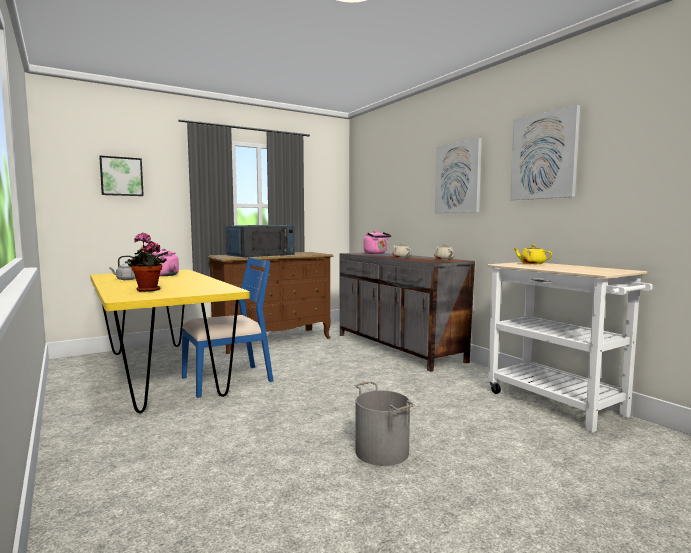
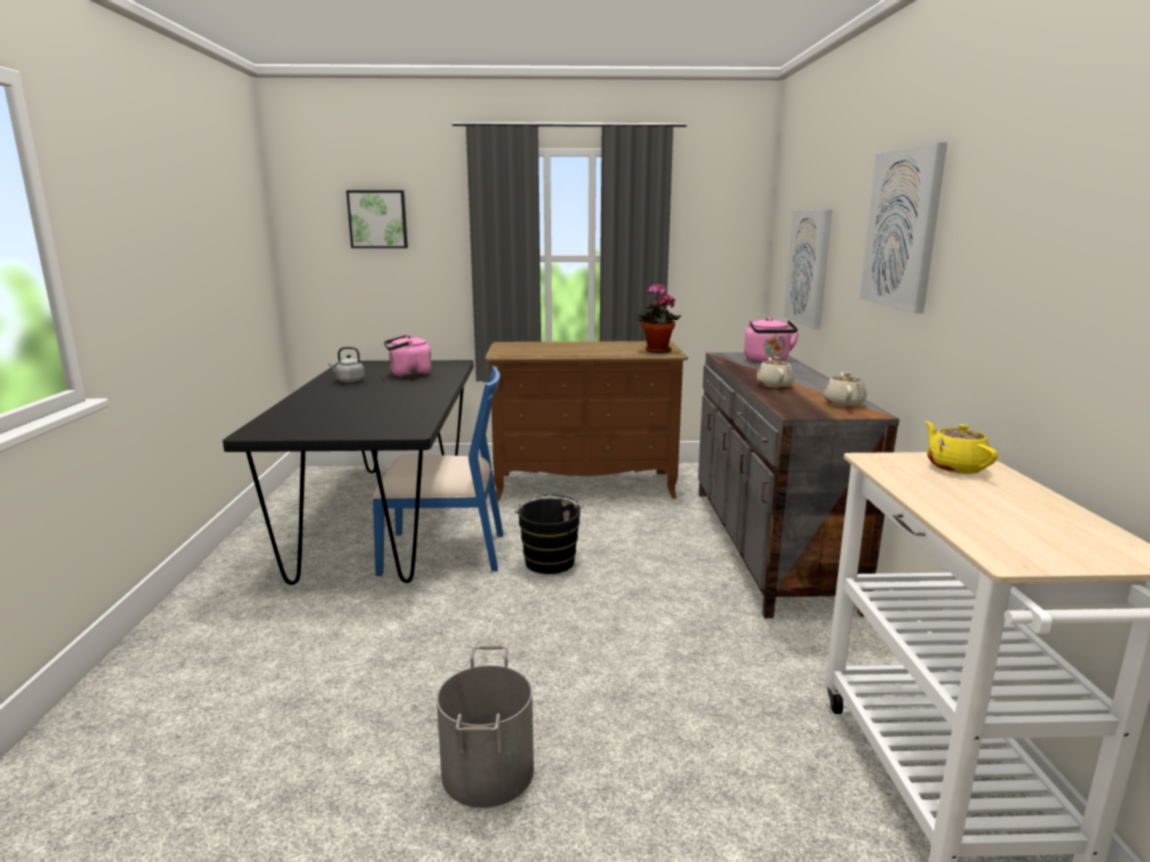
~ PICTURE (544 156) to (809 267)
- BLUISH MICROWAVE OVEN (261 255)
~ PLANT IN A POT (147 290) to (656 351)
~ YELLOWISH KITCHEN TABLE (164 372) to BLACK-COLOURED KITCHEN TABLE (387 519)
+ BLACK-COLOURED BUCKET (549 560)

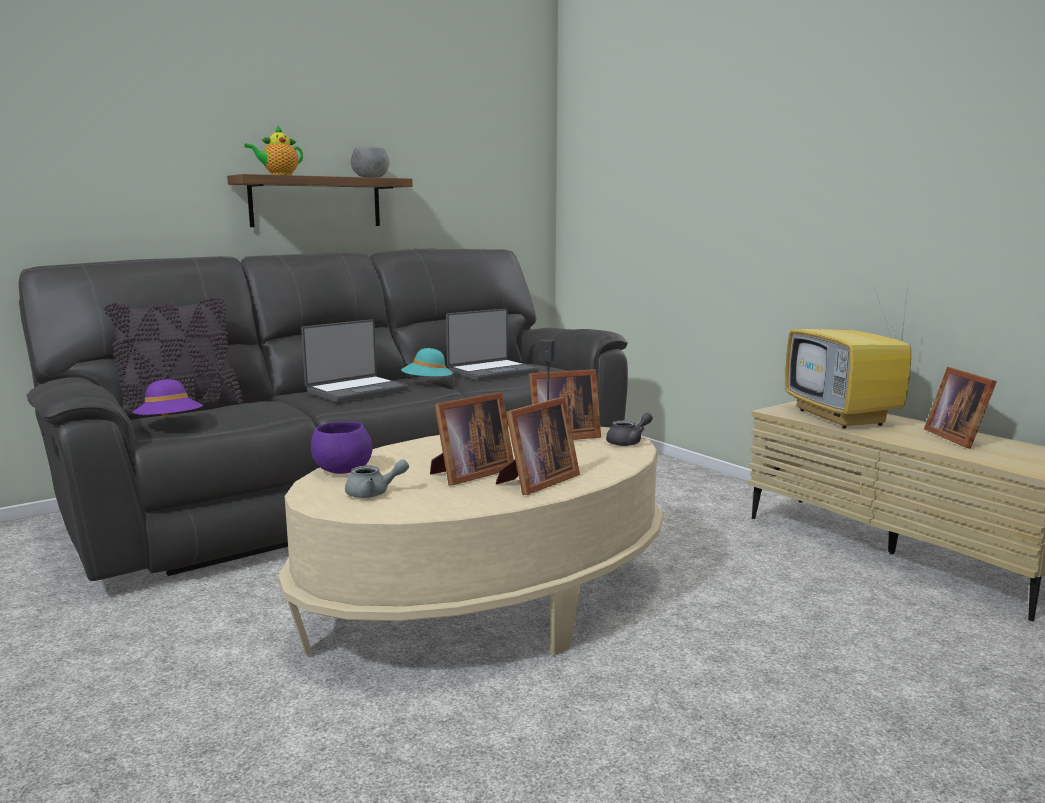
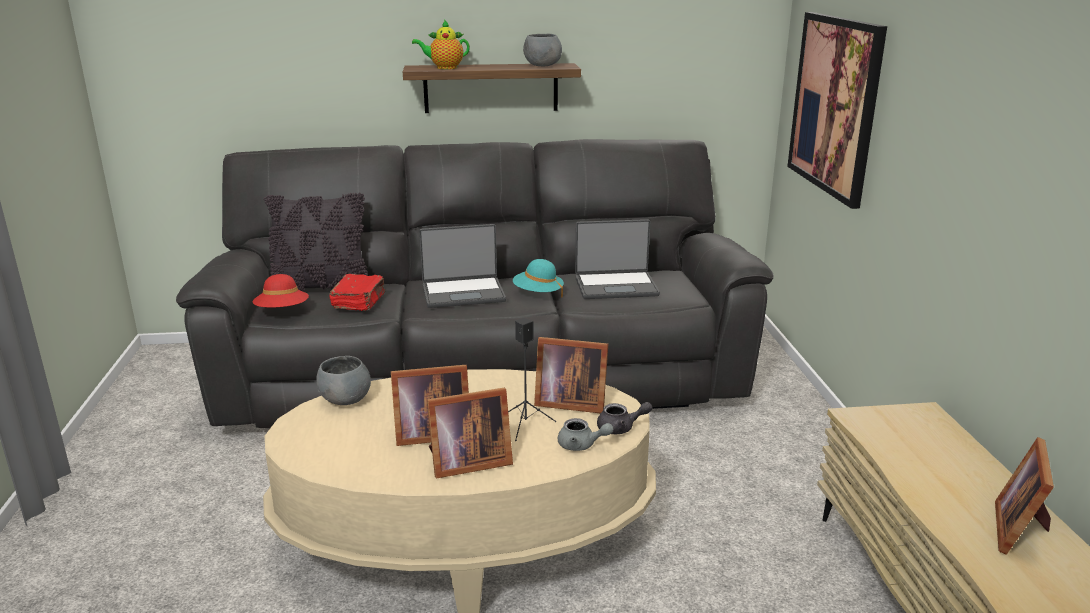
- TV (843 418)
~ PURPLISH HAT (170 424) to REDDISH HAT (282 311)
~ PURPLISH BOWL (342 470) to GRAY BOWL (346 399)
~ GRAY TEAPOT (373 493) to (581 445)
+ PICTURE (835 105)
+ REDDISH BOOK (359 302)

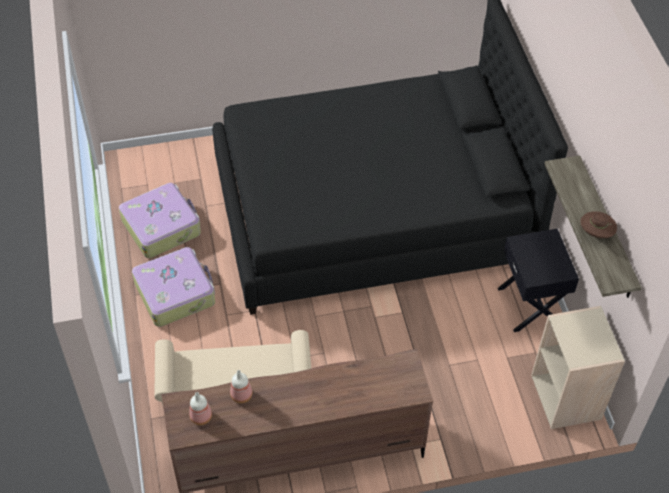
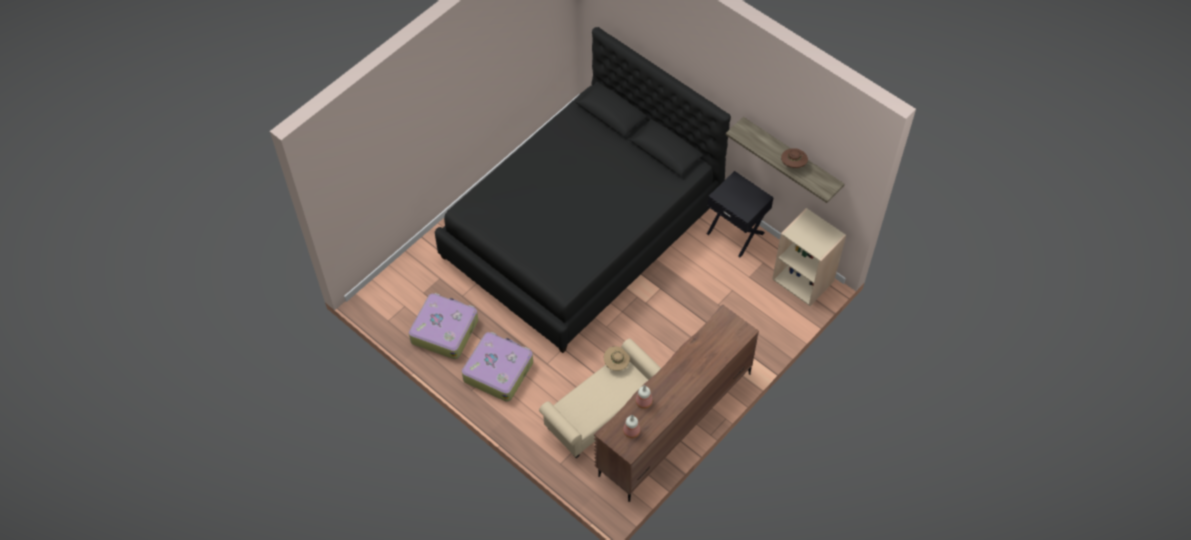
+ BEIGE-COLOURED HAT (616 363)

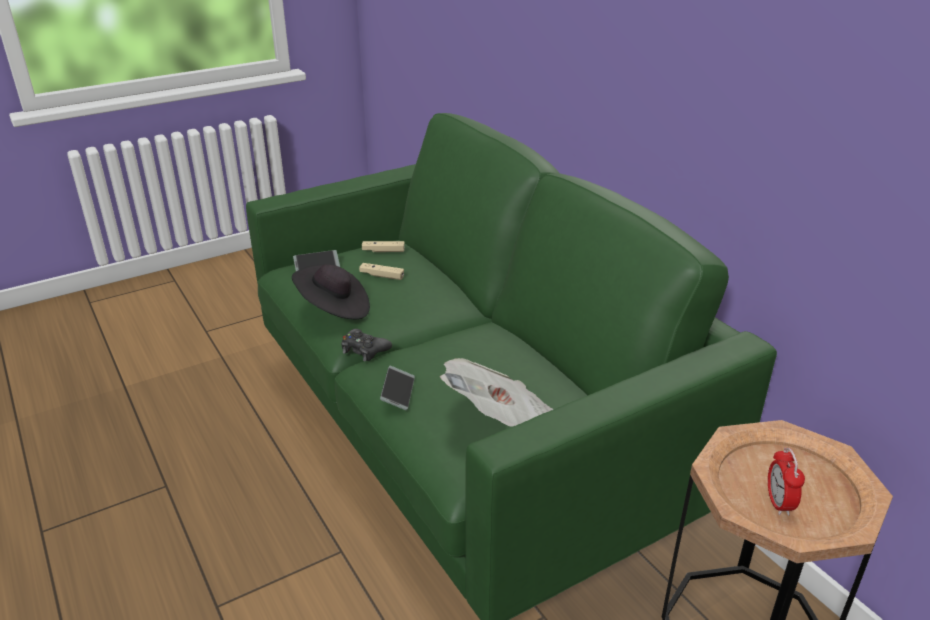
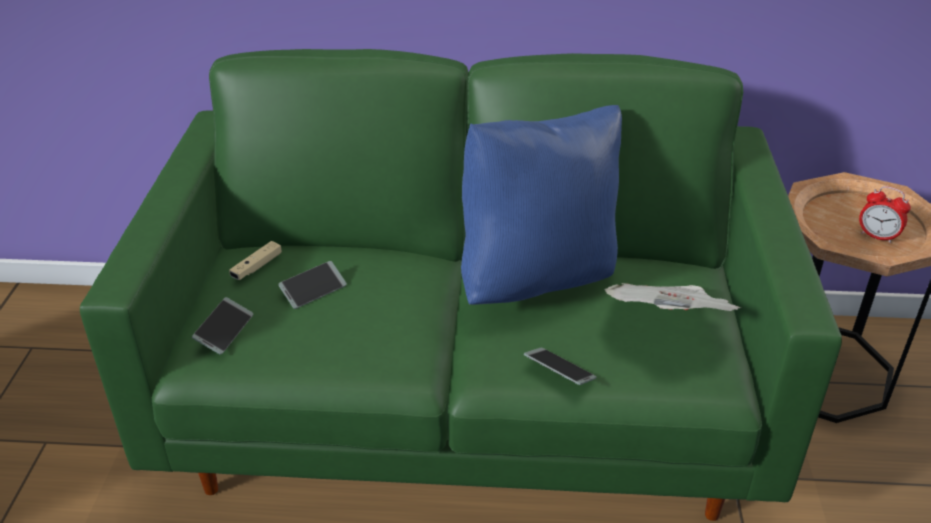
~ BEIGE-COLOURED GAME CONTROLLER (382 276) to PHONE (313 290)
- BLACK-COLOURED HAT (334 309)
- BLACK-COLOURED GAME CONTROLLER (364 350)
+ BLUISH THROW PILLOW (538 279)

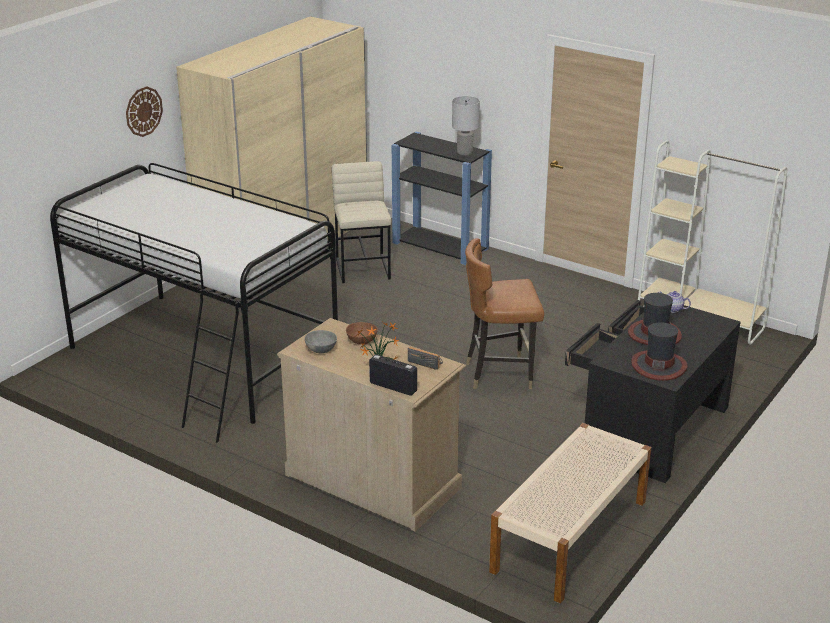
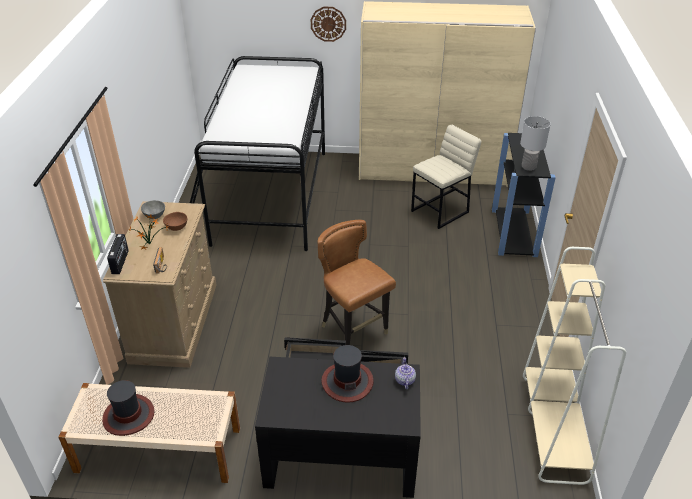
~ HAT (659 365) to (129 415)

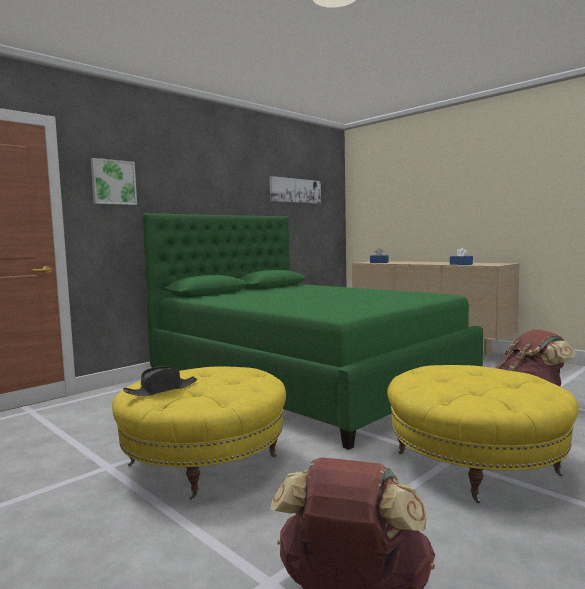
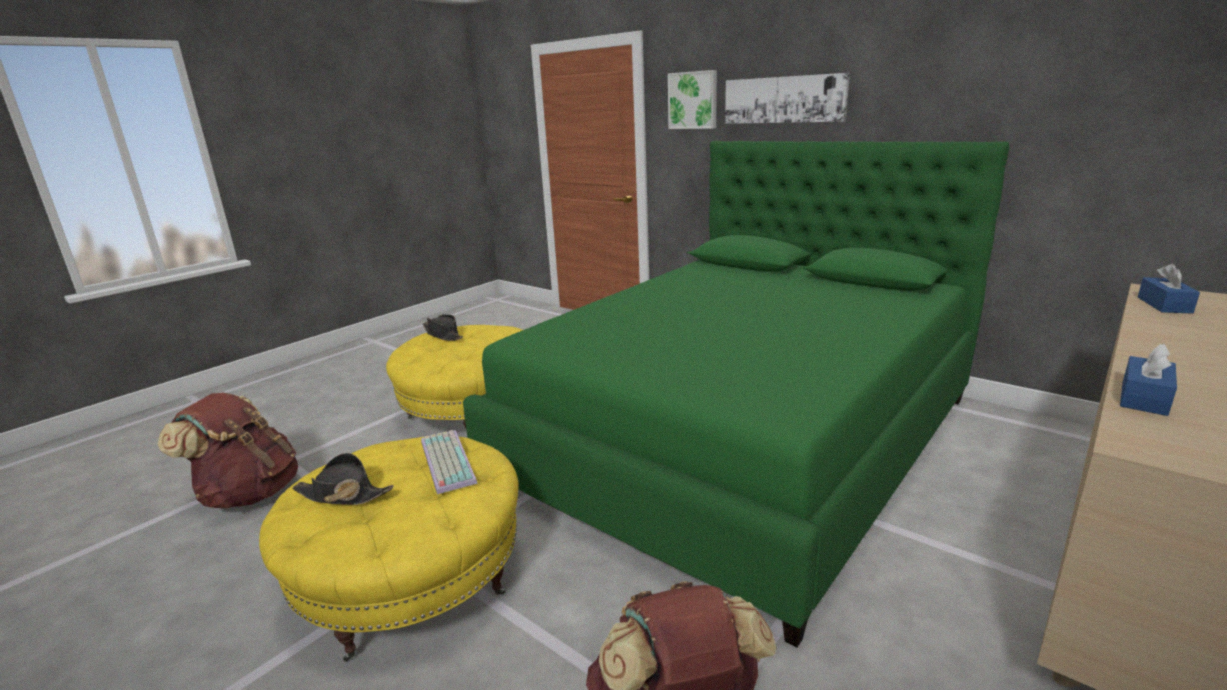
~ PICTURE (295 190) to (784 99)
+ PC KEYBOARD (445 461)
+ BLACK-COLOURED HAT (343 495)

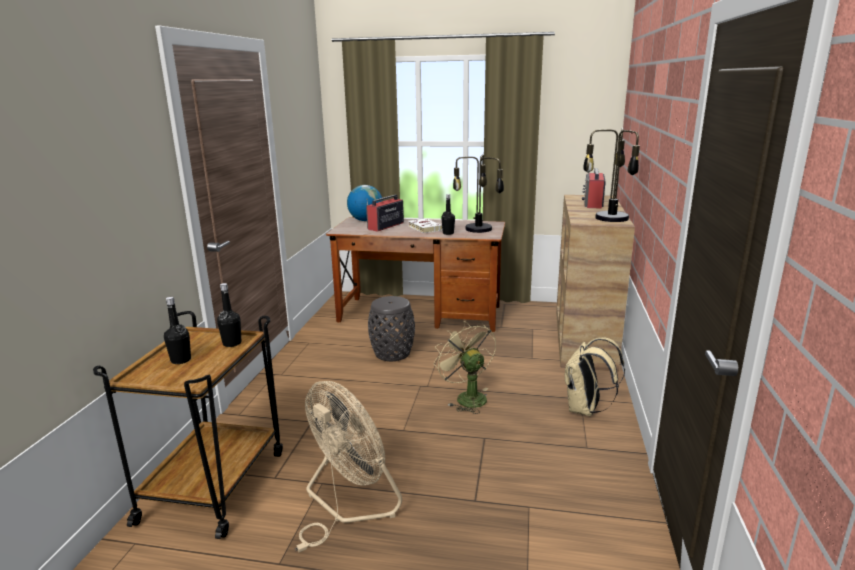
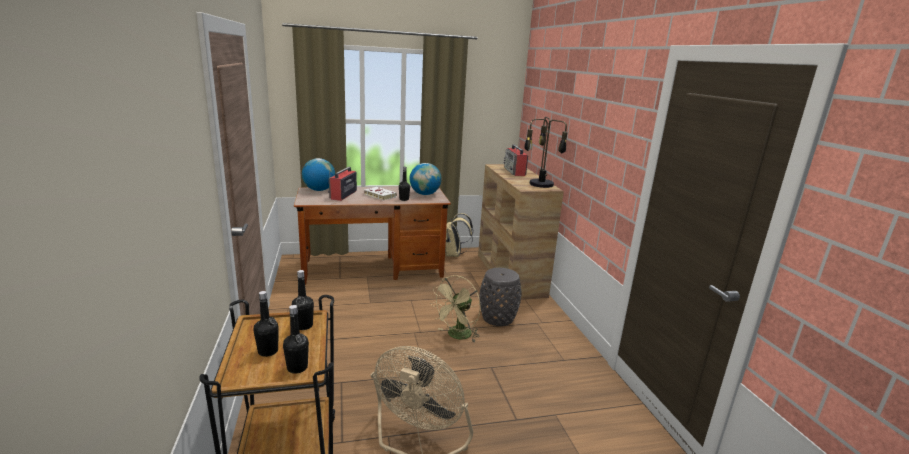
~ TABLE LAMP (479 229) to WORLD GLOBE (425 194)
~ GRAY SITTING STOOL (392 353) to (497 318)
~ BEIGE-COLOURED ELECTRIC FAN (466 397) = (457 336) 90 degrees counterclockwise
~ BEIGE-COLOURED KNAPSACK (585 409) to (454 254)
+ BLACK-COLOURED DRINK BOTTLE (297 368)

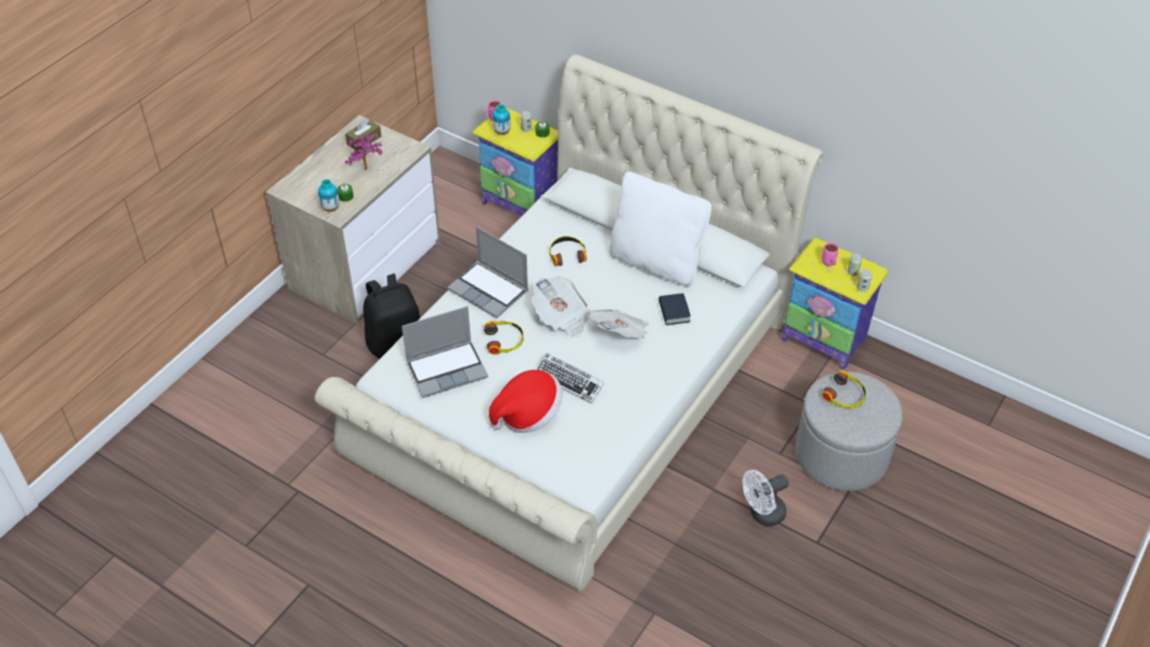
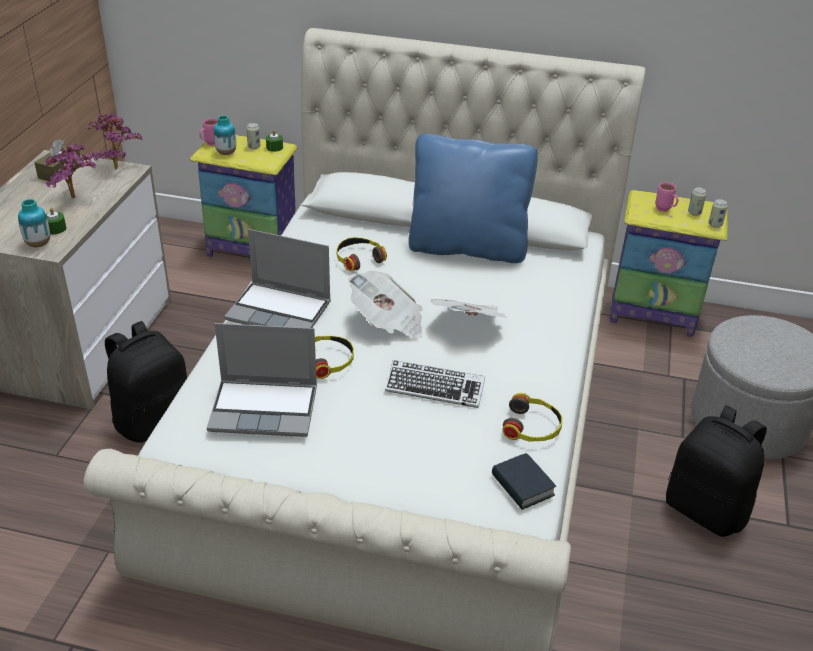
~ WHITISH THROW PILLOW (656 262) to BLUISH THROW PILLOW (467 247)
~ BOOK (674 312) to (522 486)
~ LAPTOP (447 369) = (265 408) 45 degrees clockwise
- HAT (528 414)
~ HEADSET (845 396) to (532 427)
~ WHITISH ELECTRIC FAN (762 514) to BLACK-COLOURED KNAPSACK (707 510)
+ PLANT IN A POT (116 167)

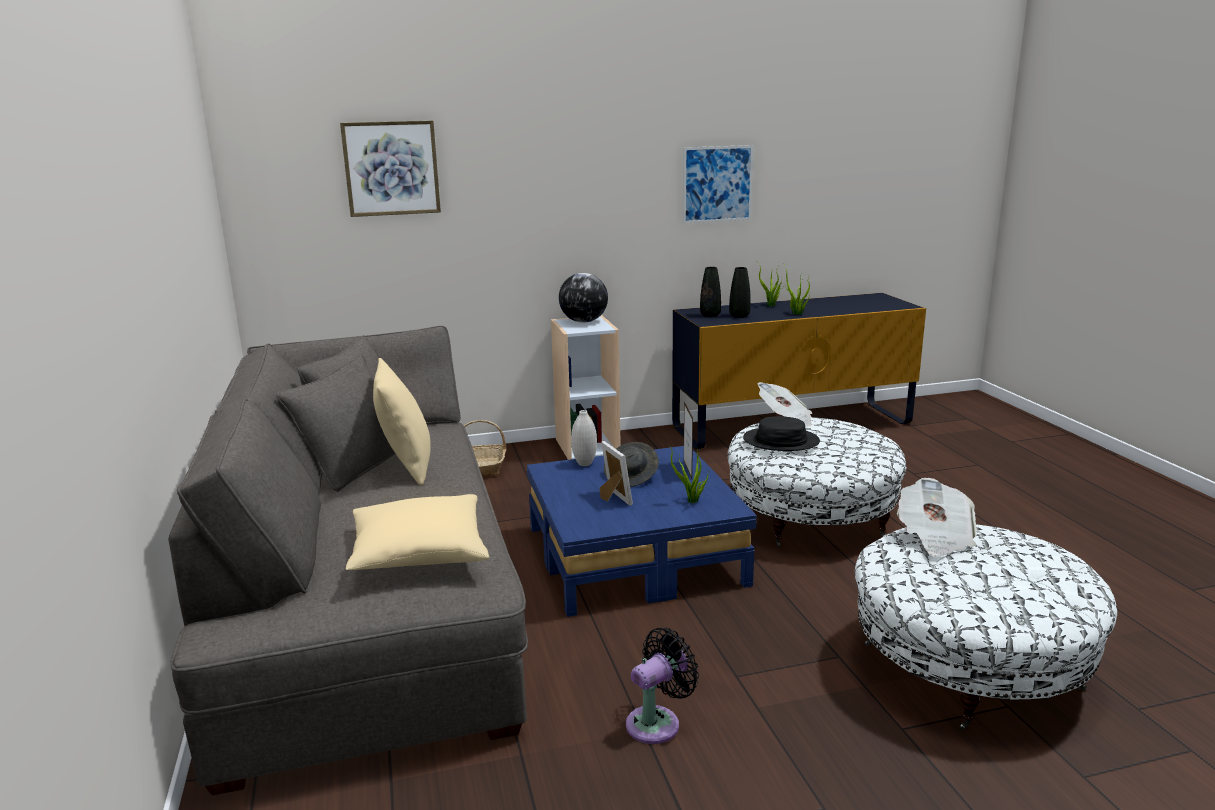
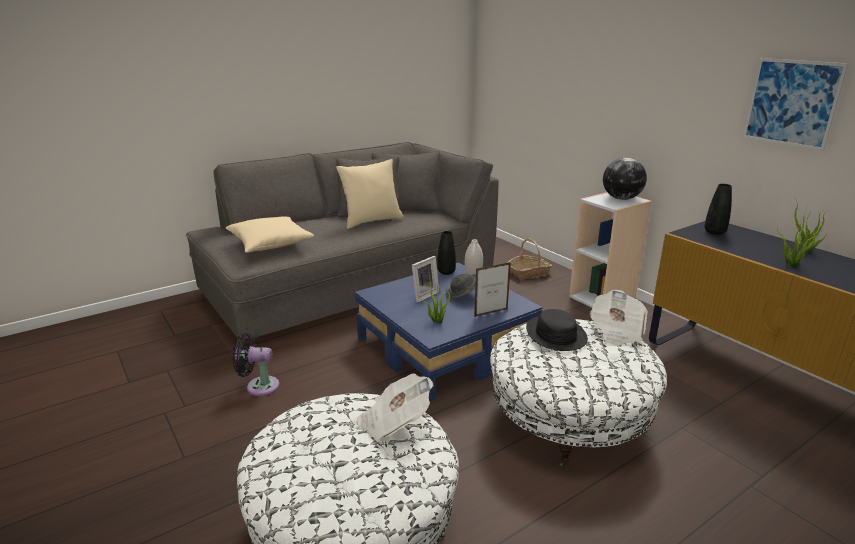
- PICTURE (391 168)
~ BLACK-COLOURED FLOWER VASE (739 316) to (446 272)
~ BLACK-COLOURED ELECTRIC FAN (657 722) = (259 386) 150 degrees clockwise

